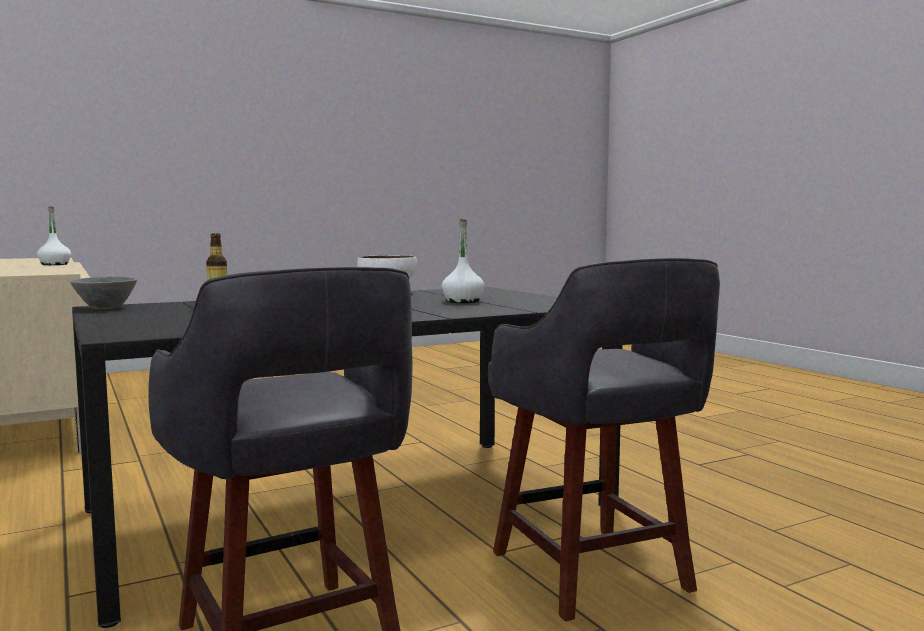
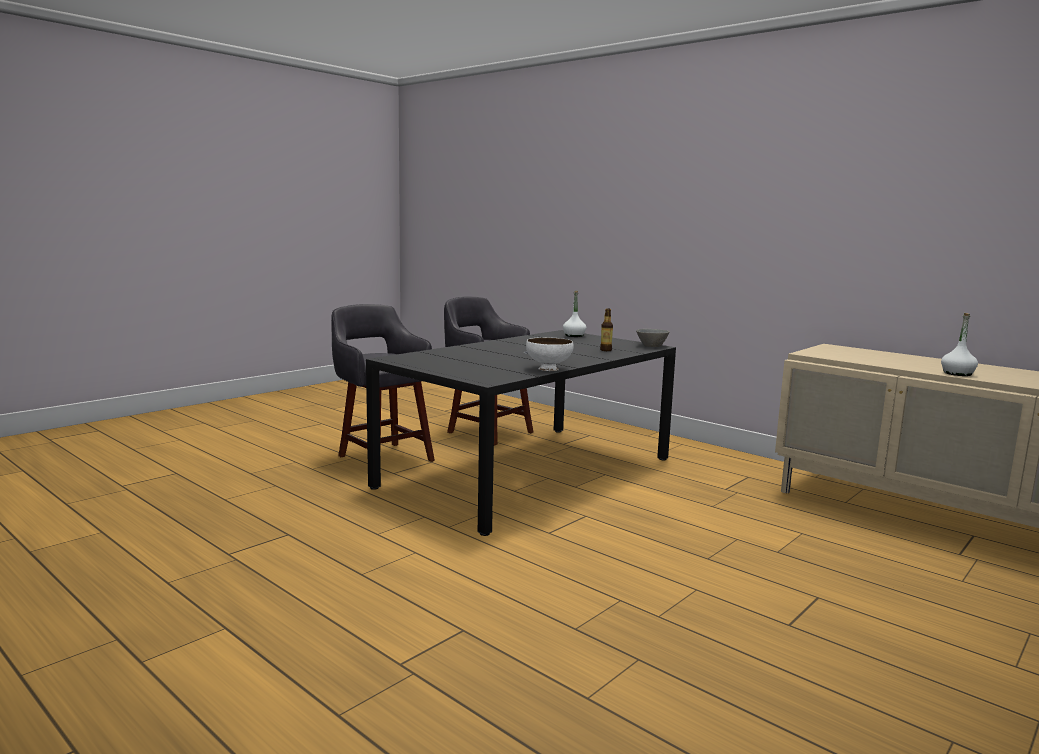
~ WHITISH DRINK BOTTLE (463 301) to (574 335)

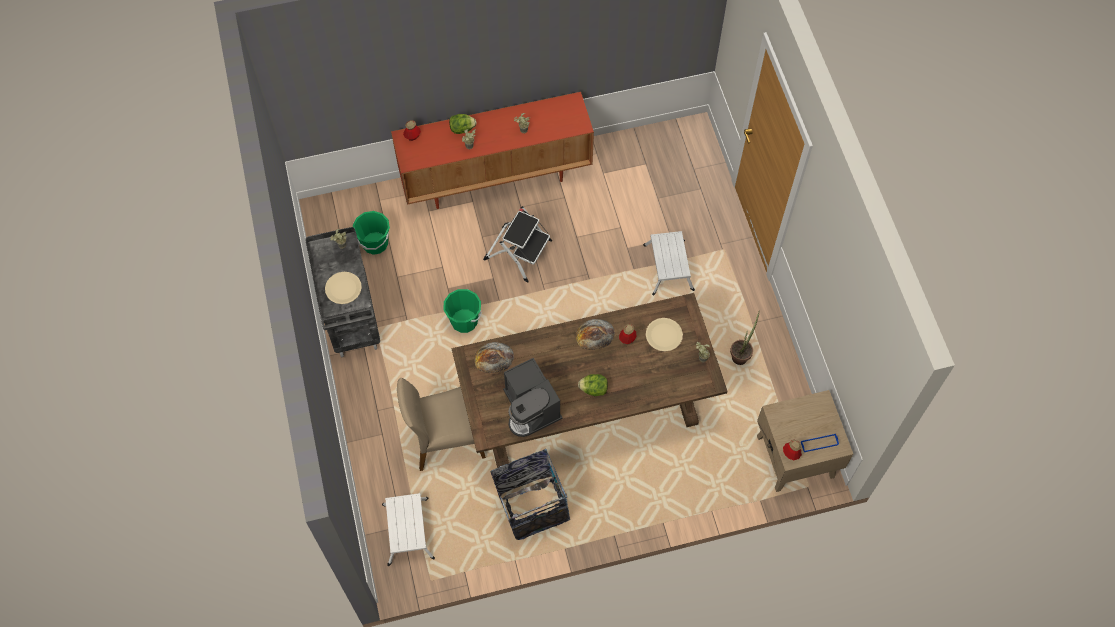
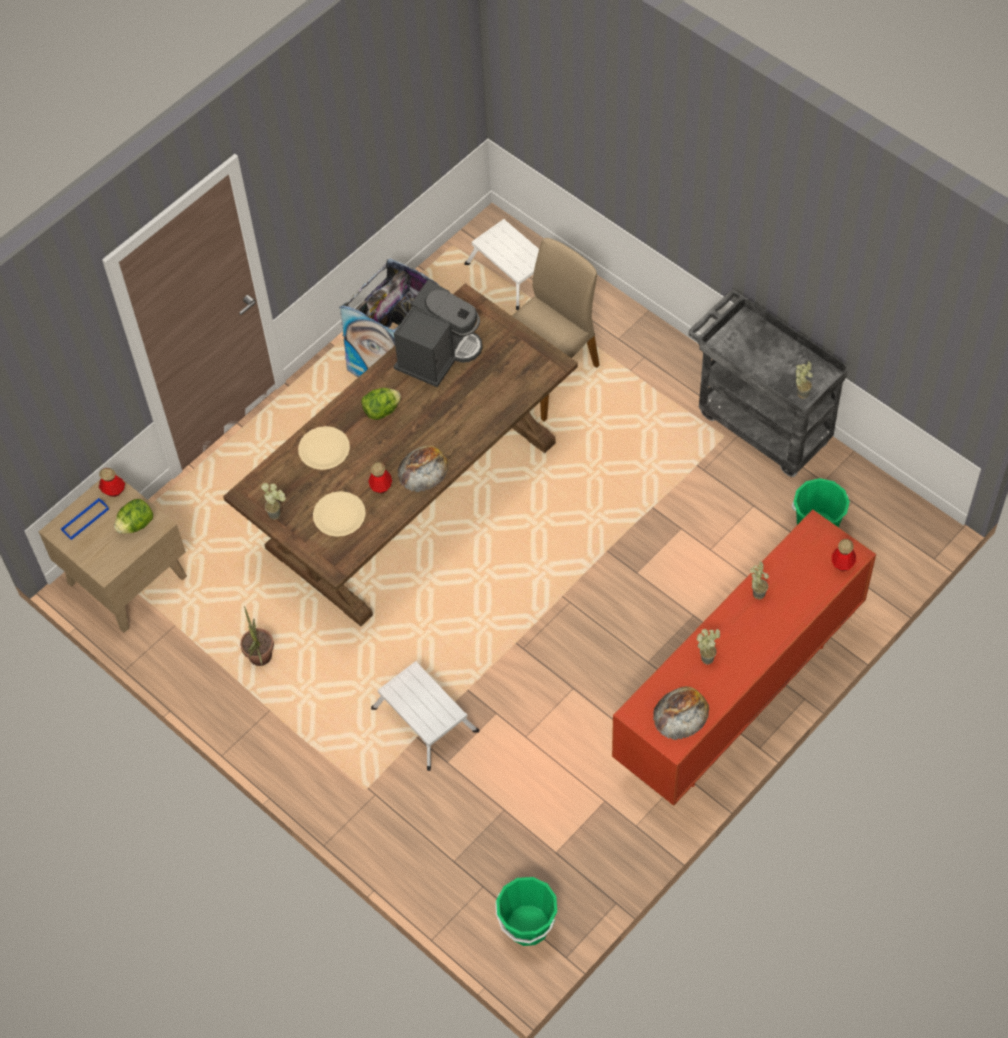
~ LETTUCE (462 129) to (136 524)
- STEP STOOL (518 251)
~ BEIGE-COLOURED FLAT DISH (343 288) to (324 449)
~ GREENISH BUCKET (464 321) to (528 926)
~ BAKED BREAD (493 358) to (681 713)
~ COFFEE BREWER (531 408) = (438 353) 90 degrees clockwise

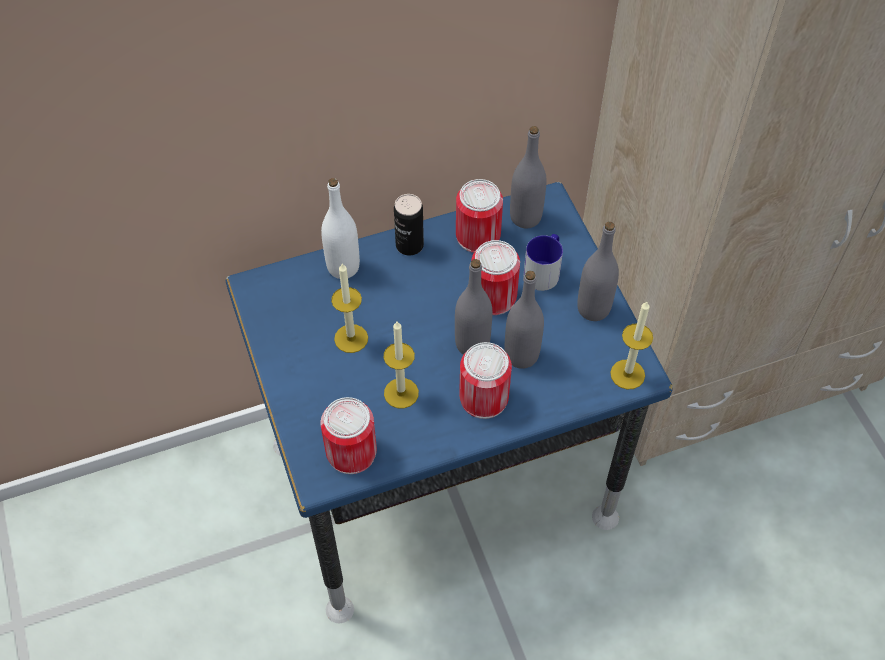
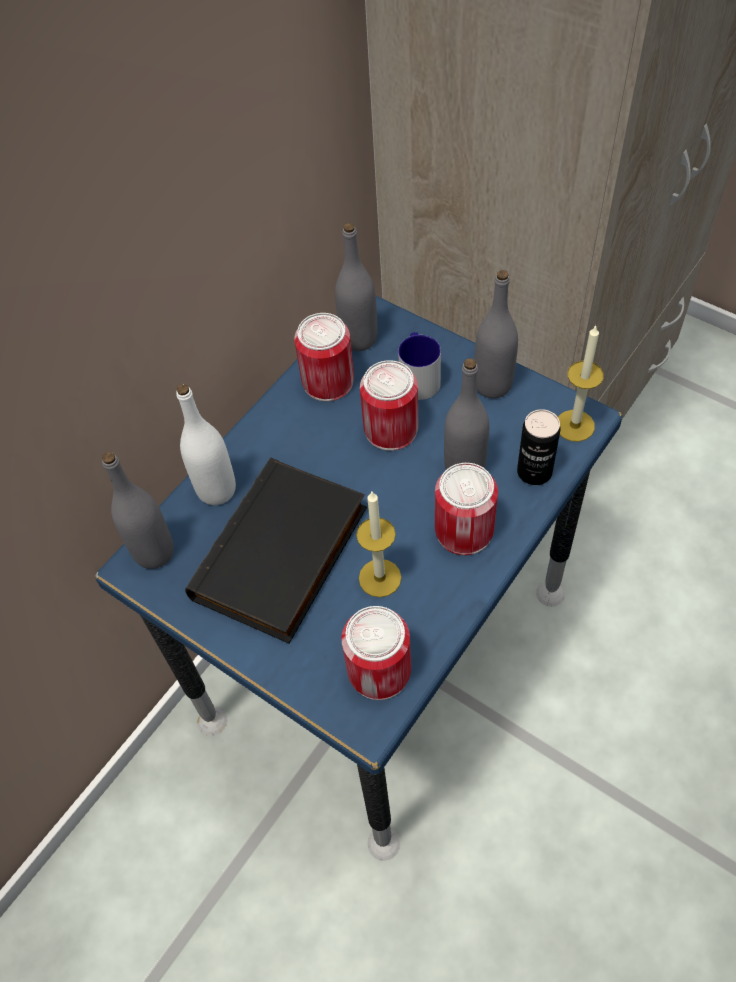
~ CAN (409 245) to (534 471)
~ GRAY DRINK BOTTLE (472 344) to (154 552)
~ WAX CANDLE (351 338) to BLACK-COLOURED BOOK (283 555)

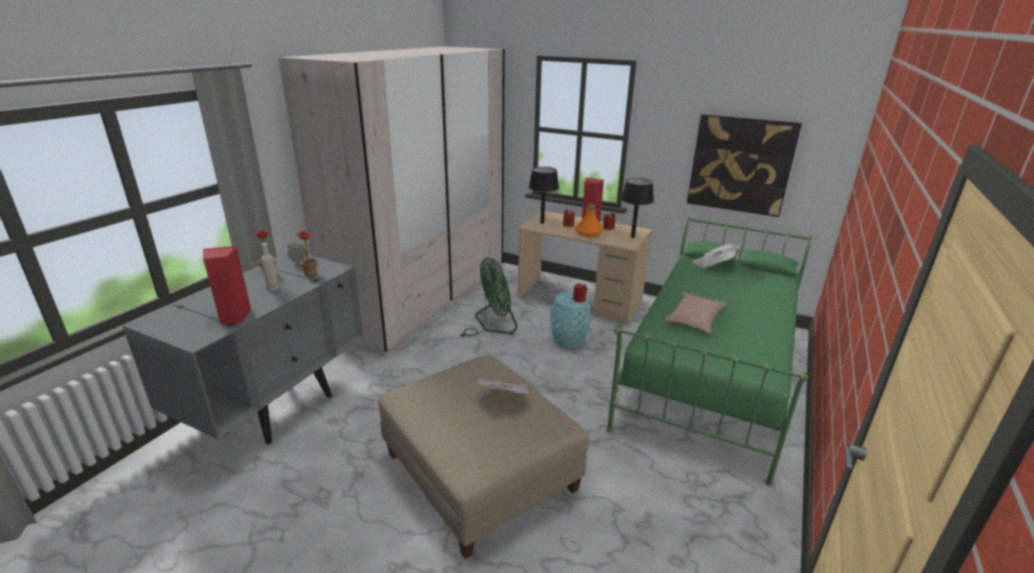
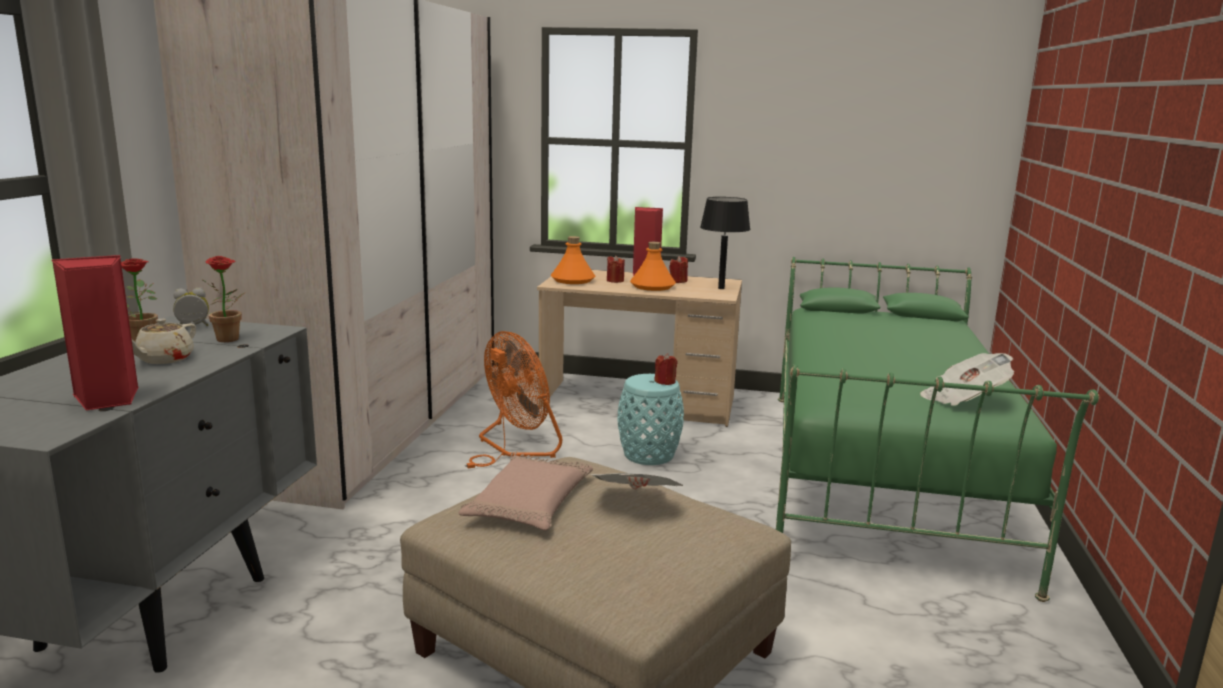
- PICTURE (740 165)
~ BLACK-COLOURED TABLE LAMP (542 223) to ORANGEY DRINK BOTTLE (573 280)
~ BEIGE-COLOURED DRINK BOTTLE (273 288) to BEIGE-COLOURED TEAPOT (164 359)
~ NEWSPAPER (713 265) to (963 399)
~ GREENISH ELECTRIC FAN (489 323) to ORANGEY ELECTRIC FAN (508 445)
~ BEIGE-COLOURED THROW PILLOW (694 317) to (529 500)

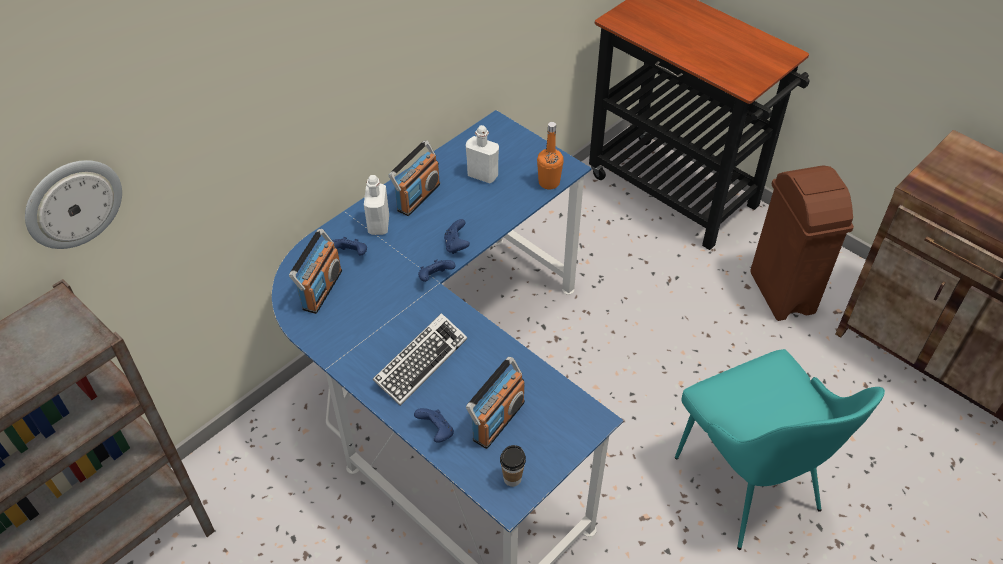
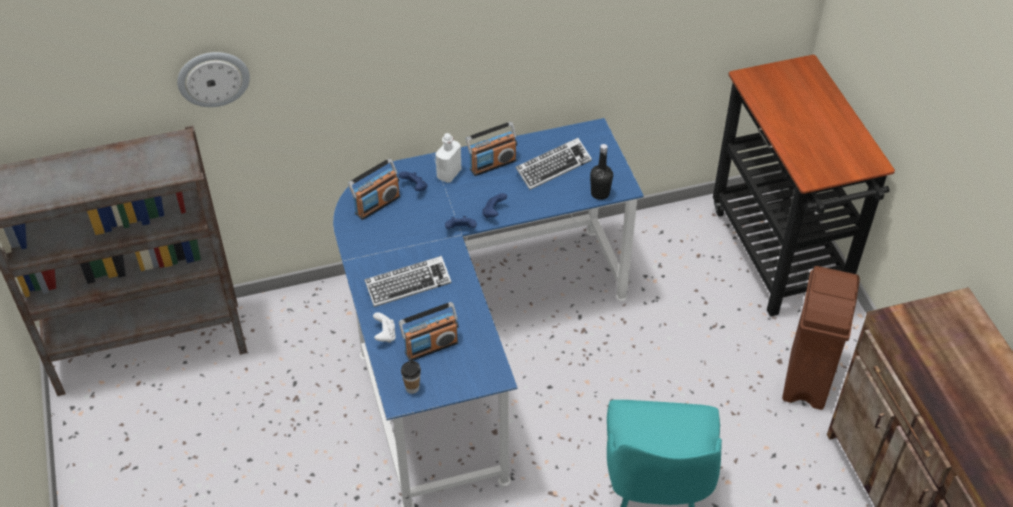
~ ORANGEY DRINK BOTTLE (549 182) to BLACK-COLOURED DRINK BOTTLE (600 193)
~ WHITISH DRINK BOTTLE (482 175) to PC KEYBOARD (553 167)
~ BLUISH GAME CONTROLLER (436 432) to WHITISH GAME CONTROLLER (385 335)

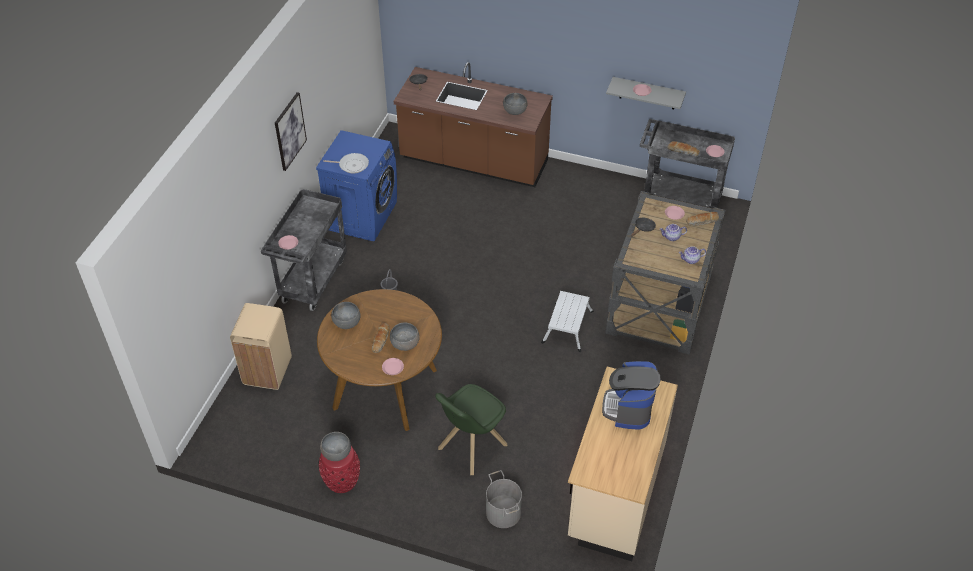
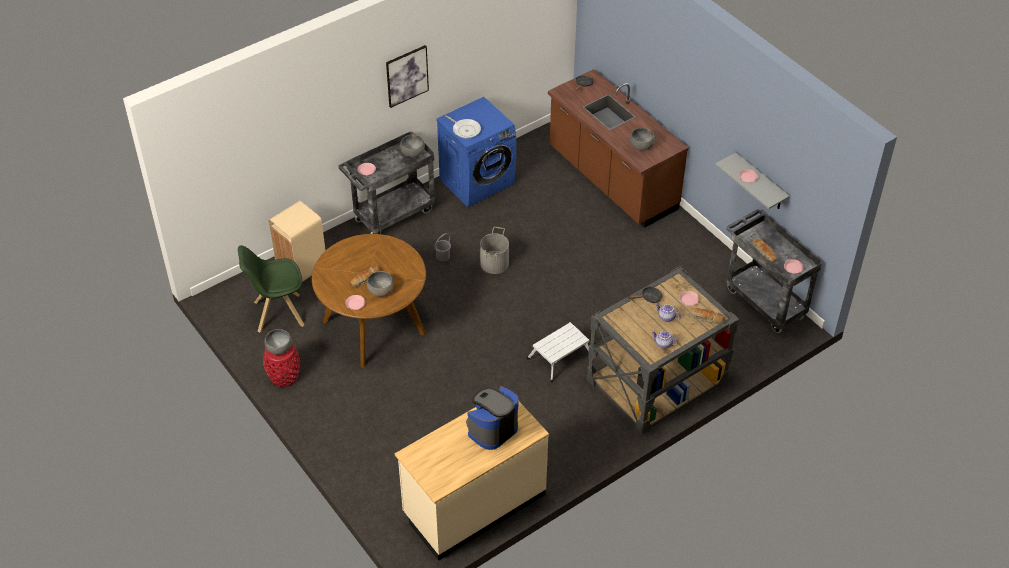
~ GRAY BOWL (347 322) to (413 152)
~ GREENISH PLAIN CHAIR (471 446) to (278 313)
~ GRAY BUCKET (504 512) to (495 263)

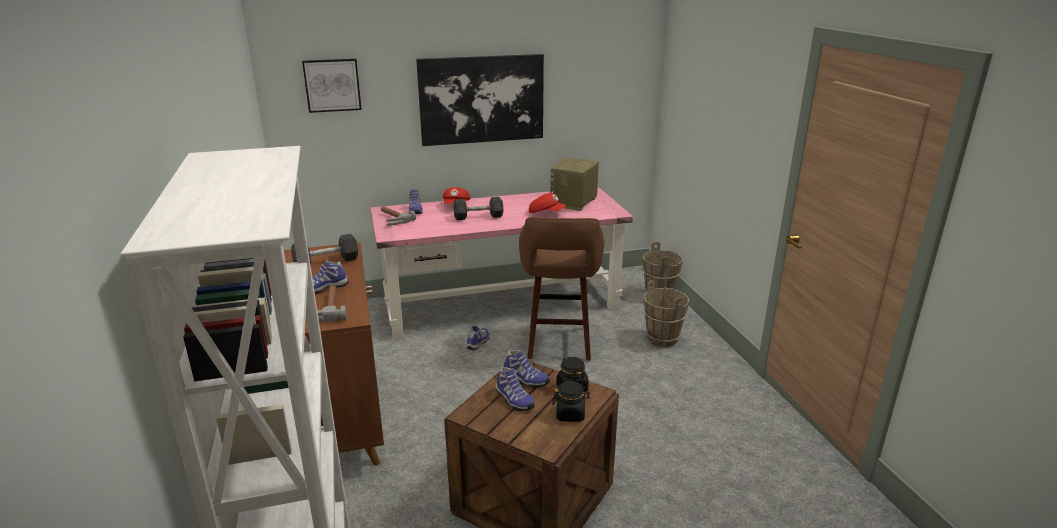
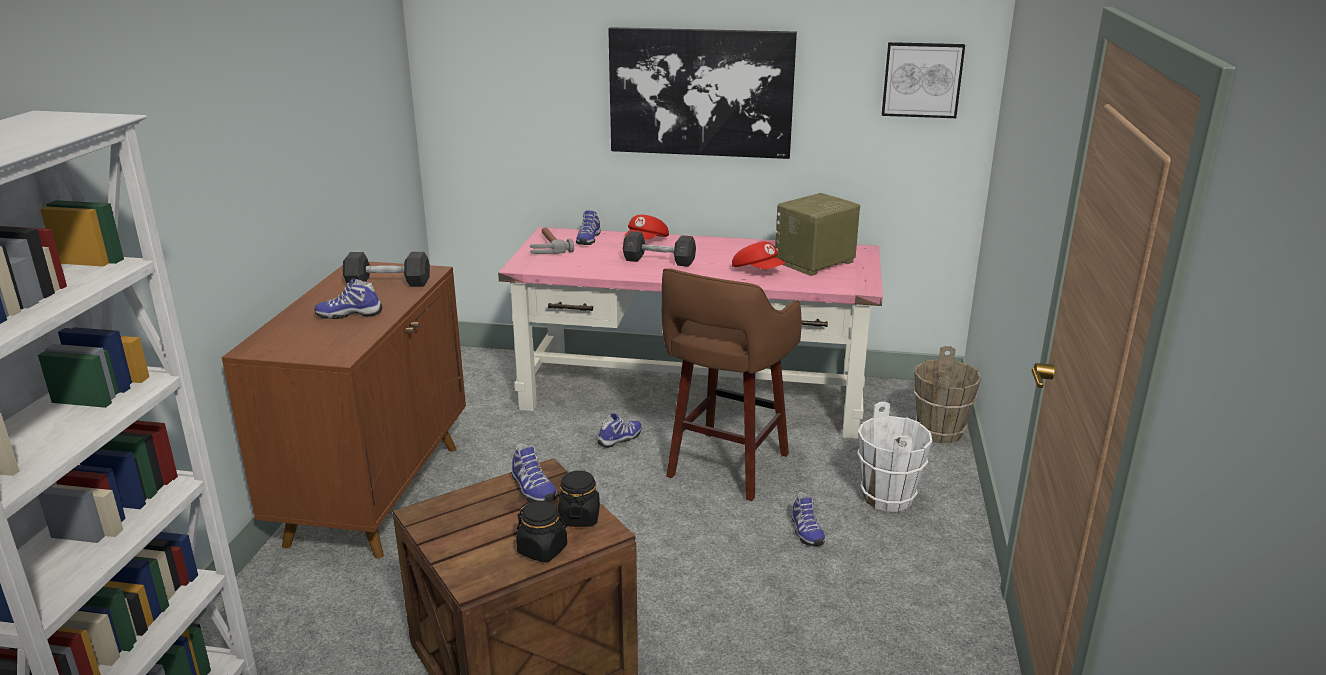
~ PICTURE (332 85) to (922 80)
~ BROWNISH BUCKET (662 338) to WHITISH BUCKET (888 497)
- TOOL HAMMER (324 309)
~ LOW SHOE (513 400) to (805 531)

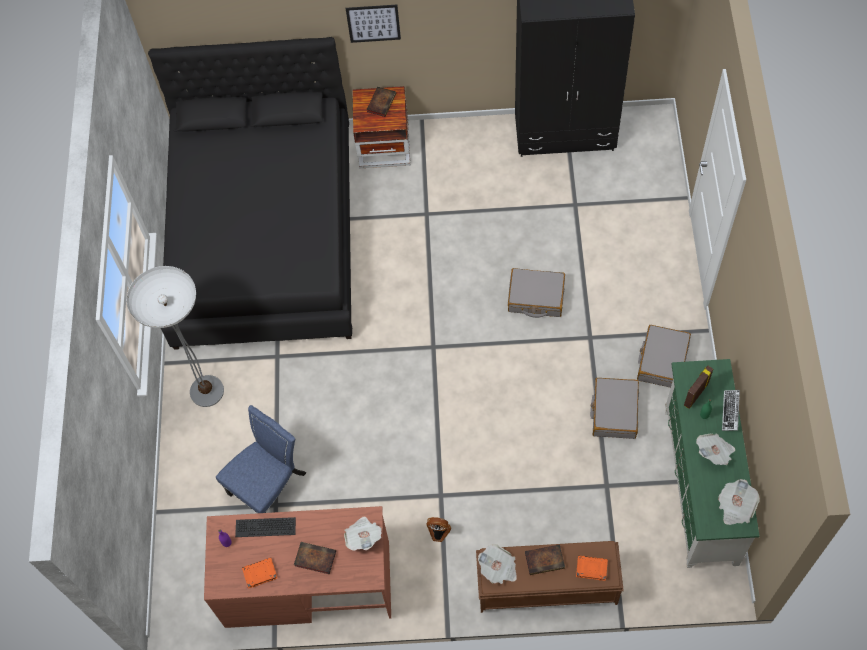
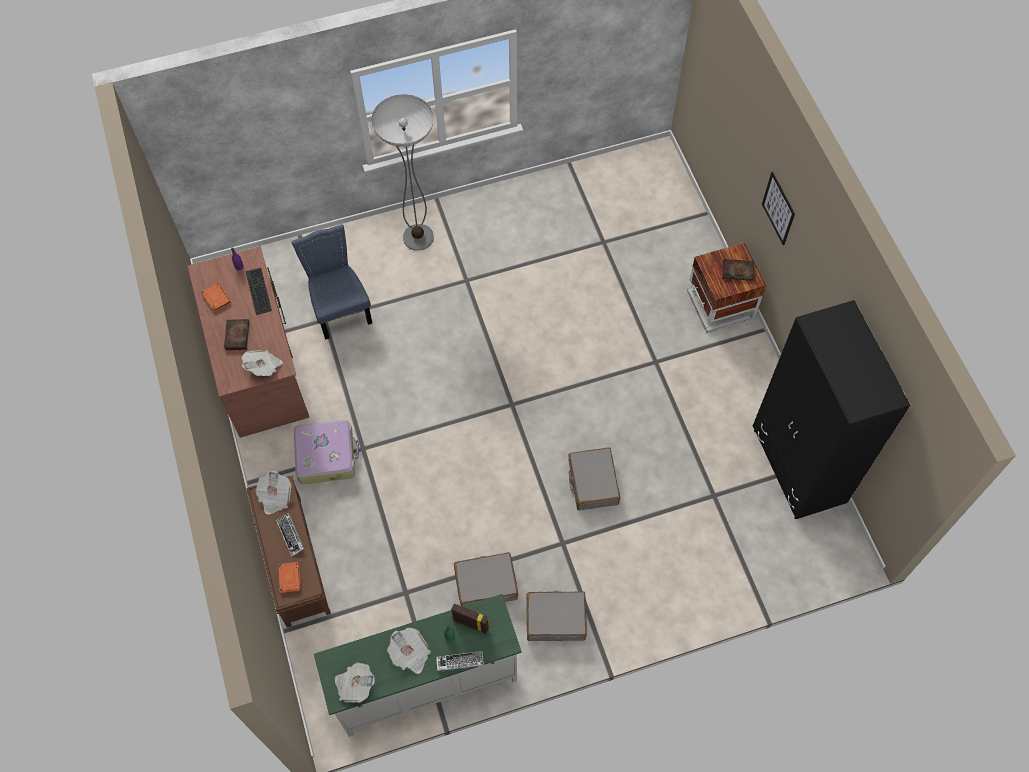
- BLACK-COLOURED BED (264 234)
~ BLUISH PLAIN CHAIR (268 486) = (340 309) 135 degrees counterclockwise
~ ELECTRIC FAN (438 532) to SUITCASE (326 455)
~ BOOK (545 560) to PC KEYBOARD (291 535)

